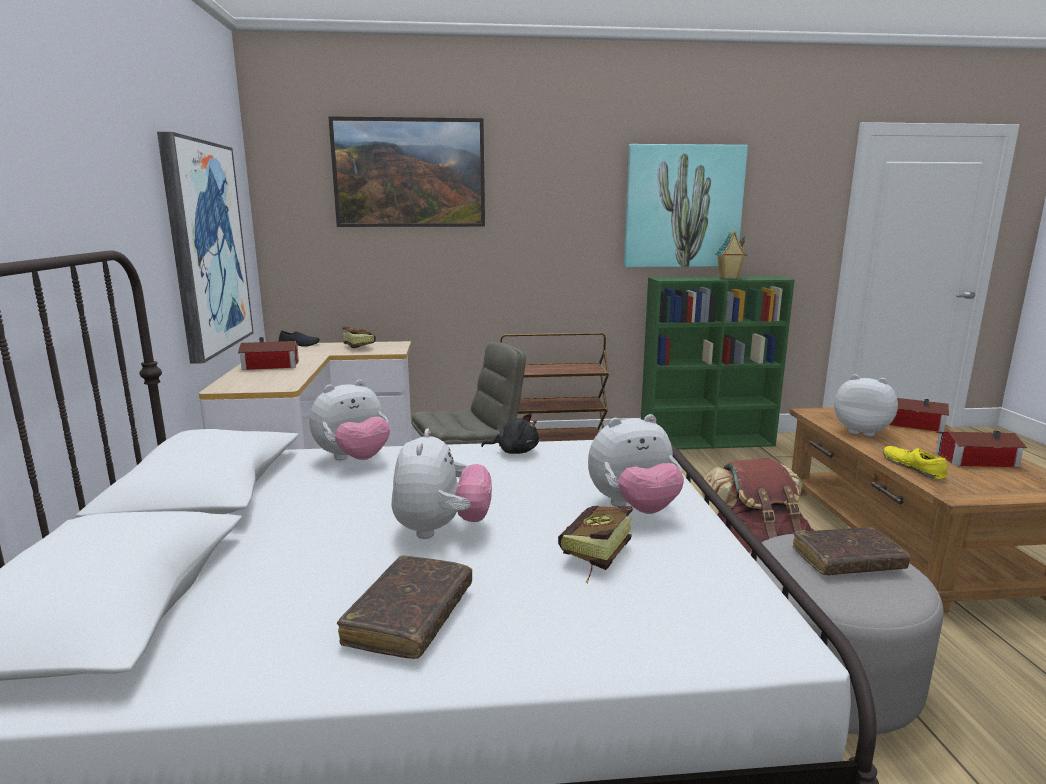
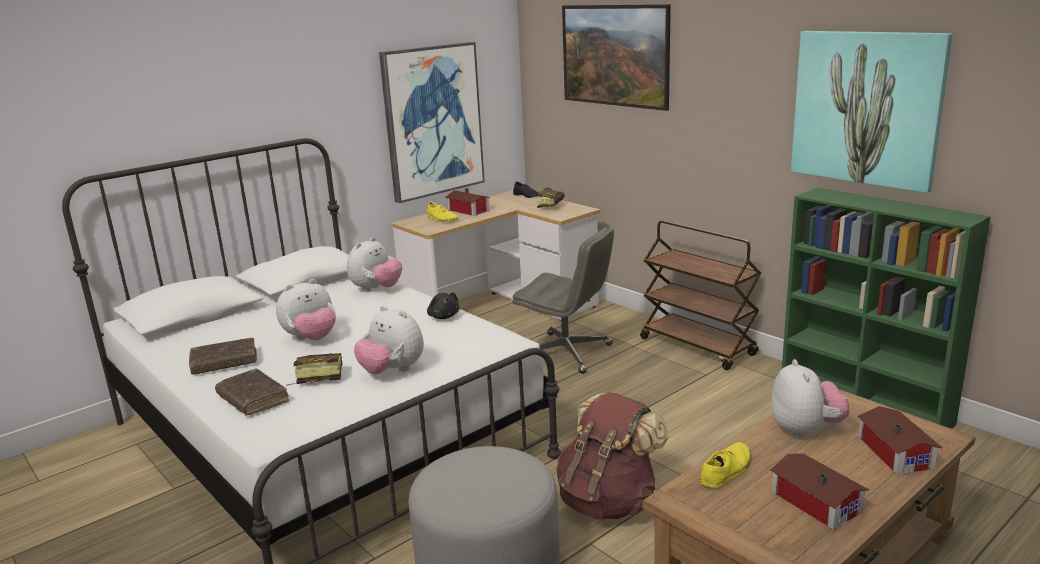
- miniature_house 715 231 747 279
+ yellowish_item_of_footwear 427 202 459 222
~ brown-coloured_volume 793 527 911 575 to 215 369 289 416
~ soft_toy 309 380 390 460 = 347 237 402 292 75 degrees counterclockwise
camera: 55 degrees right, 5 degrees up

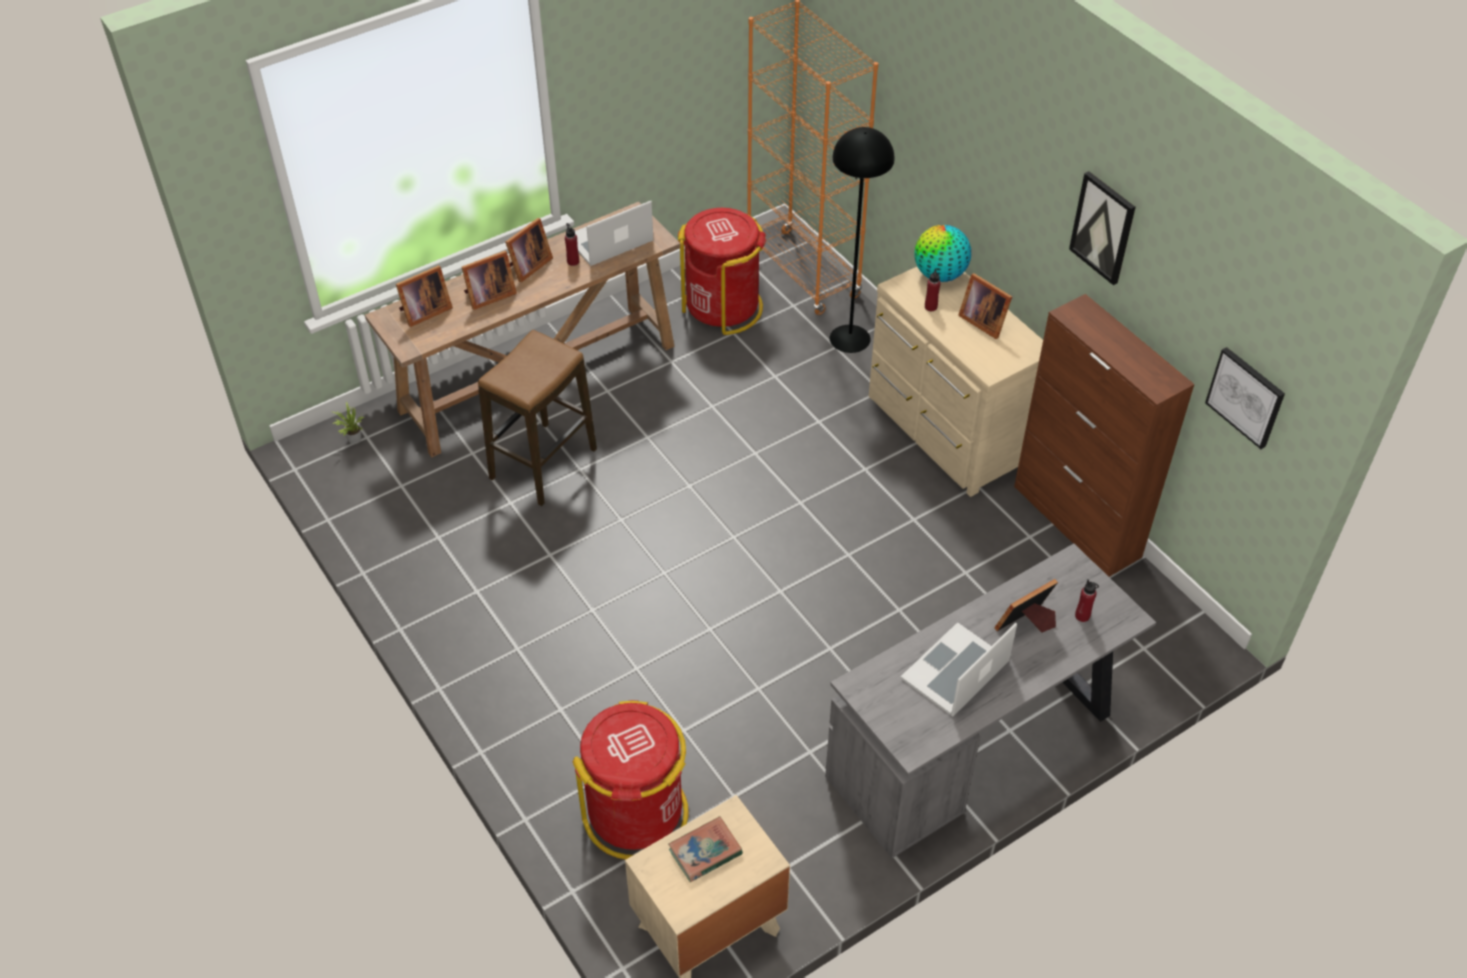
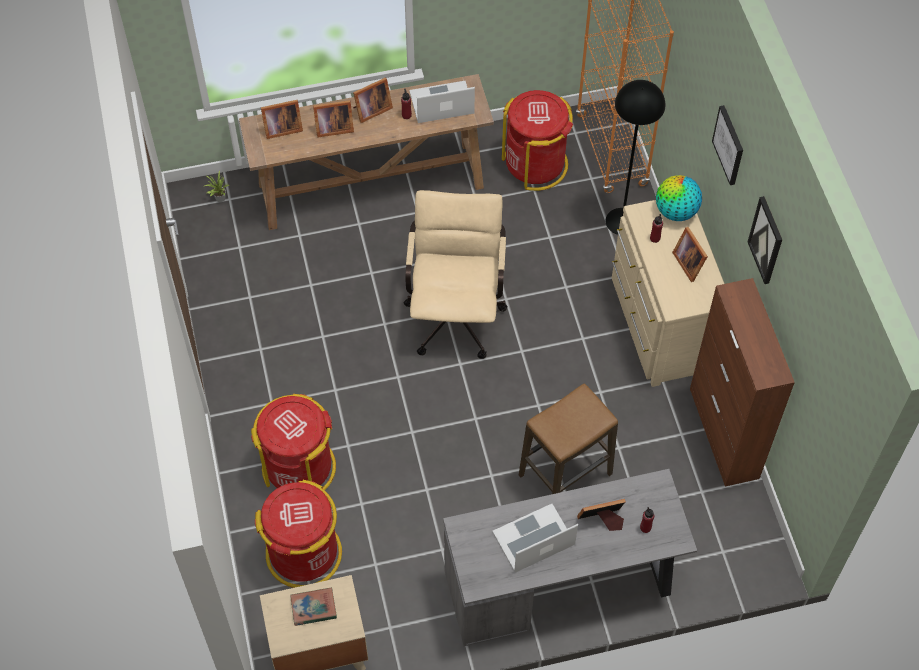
+ red-coloured_rubbish_bin 251 394 336 490
+ beige_desk_chair 403 190 508 359
~ sitting_stool 478 330 597 506 to 519 383 618 494
~ wall_picture 1205 347 1285 449 to 712 105 743 185
camera: 20 degrees right, 10 degrees up

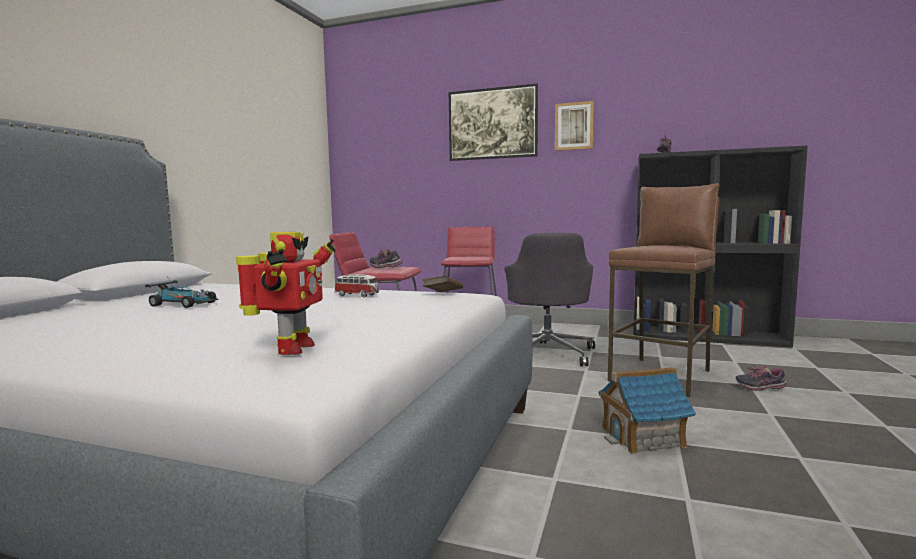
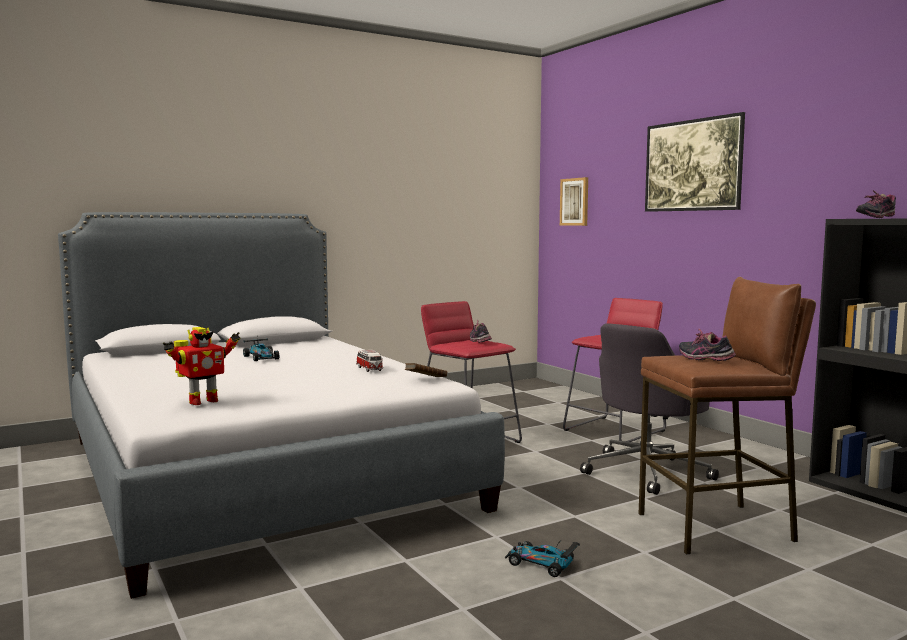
~ wall_picture 555 101 594 151 to 560 177 588 226
~ item_of_footwear 736 364 786 391 to 679 328 736 361
~ miniature_house 599 367 696 454 to model_car 505 541 580 577
camera: 40 degrees right, 0 degrees up

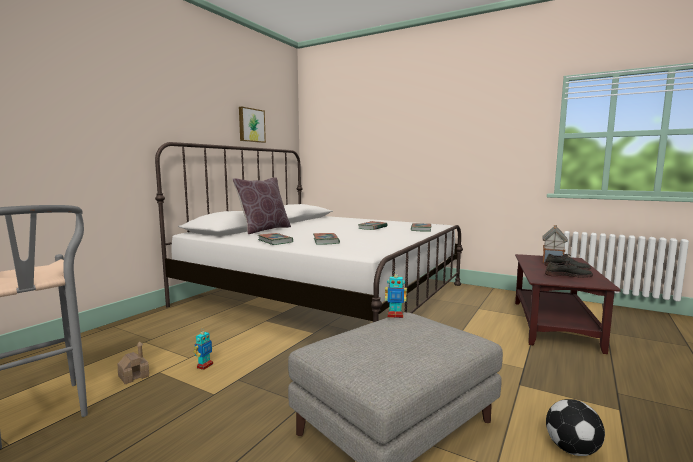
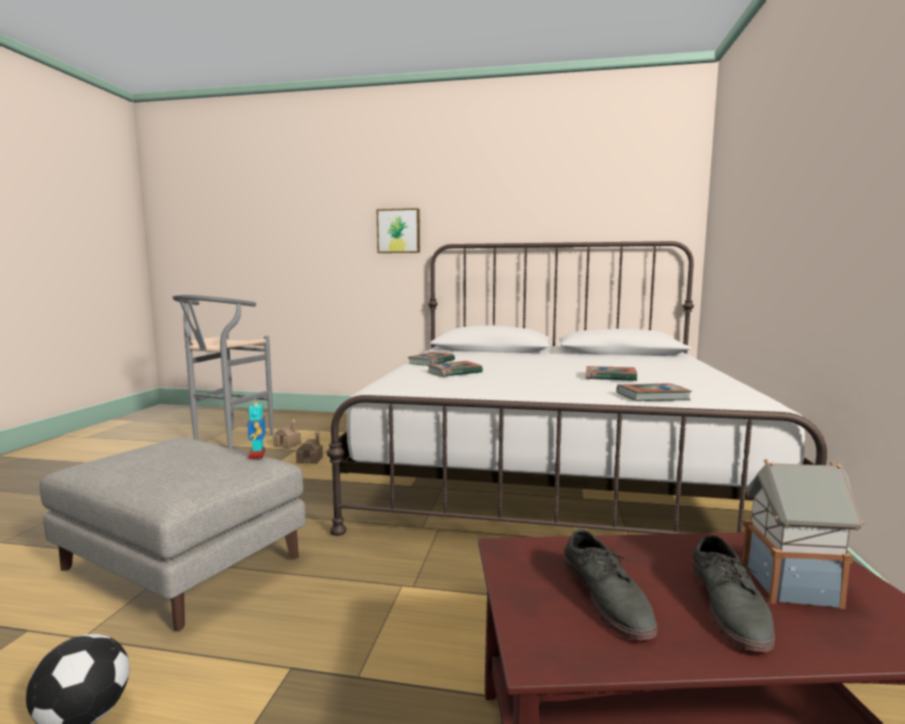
- brown-coloured_pillow 233 177 291 234
~ wall_picture 239 106 266 143 to 377 208 420 253
~ model_robot 193 331 213 370 to miniature_house 296 431 323 464
camera: 70 degrees right, 0 degrees up

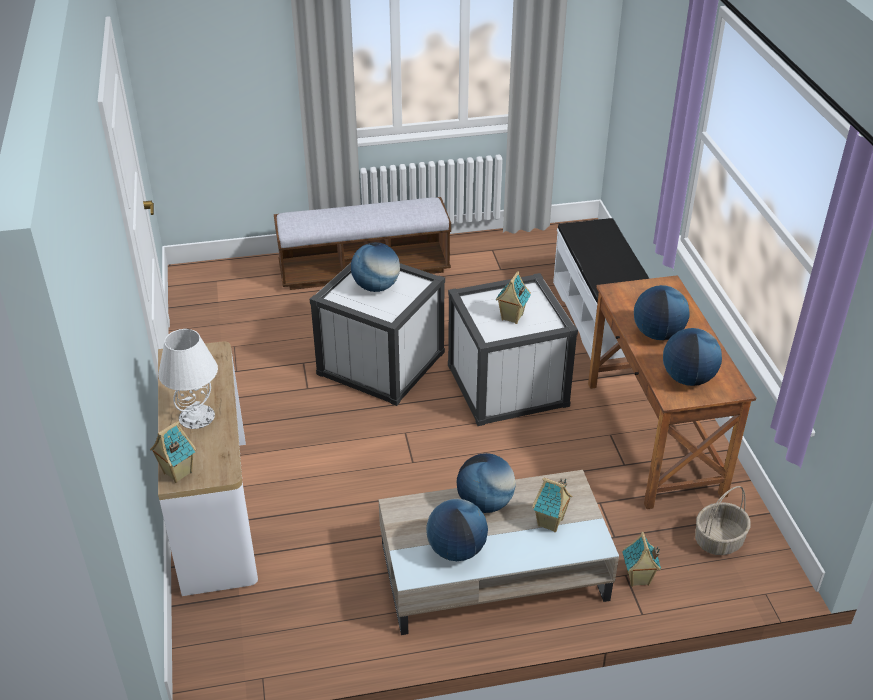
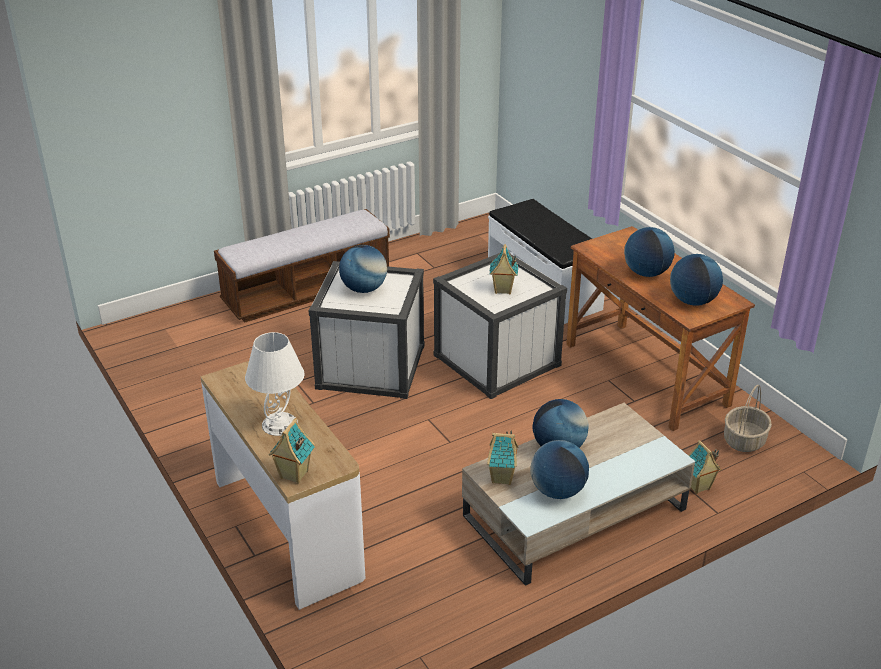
~ miniature_house 532 477 572 532 to 487 430 518 485
camera: 20 degrees left, 5 degrees down

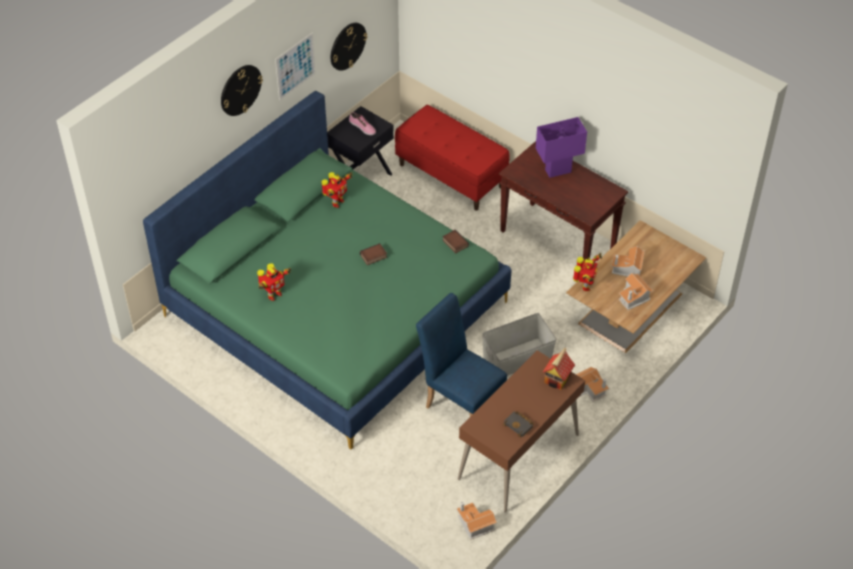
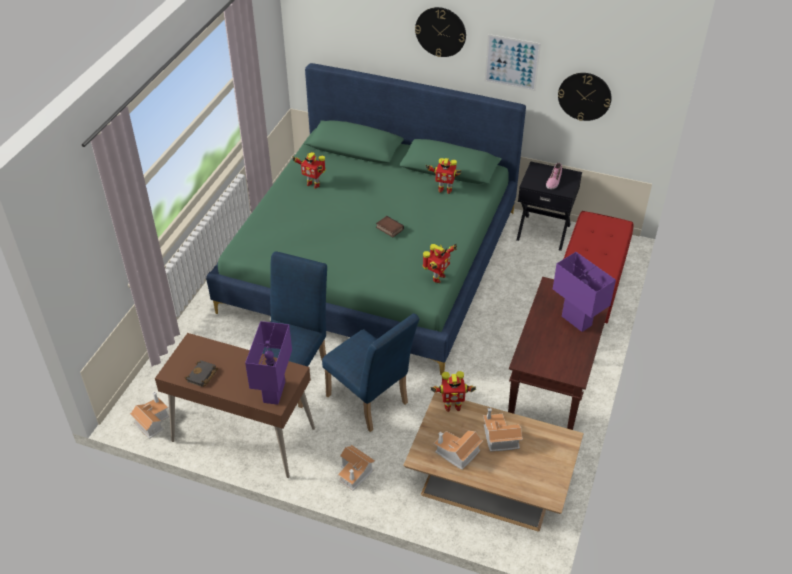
~ volume 443 230 469 253 to model_robot 423 244 457 283
~ greyish_storage_container 482 313 556 376 to blue-coloured_upright_chair 322 313 419 432
~ miniature_house 543 348 575 390 to purple_tabletop_lamp 245 321 292 405
camera: 70 degrees right, 5 degrees down

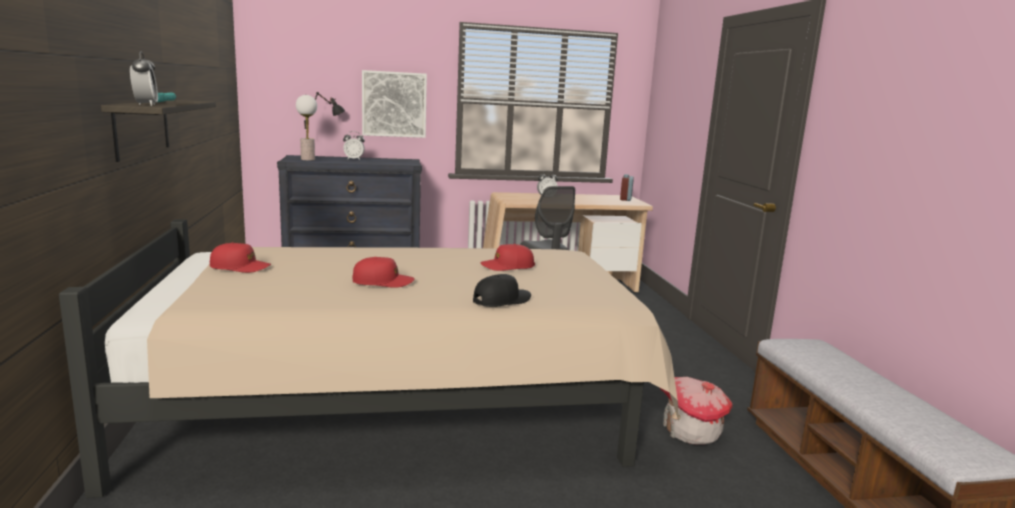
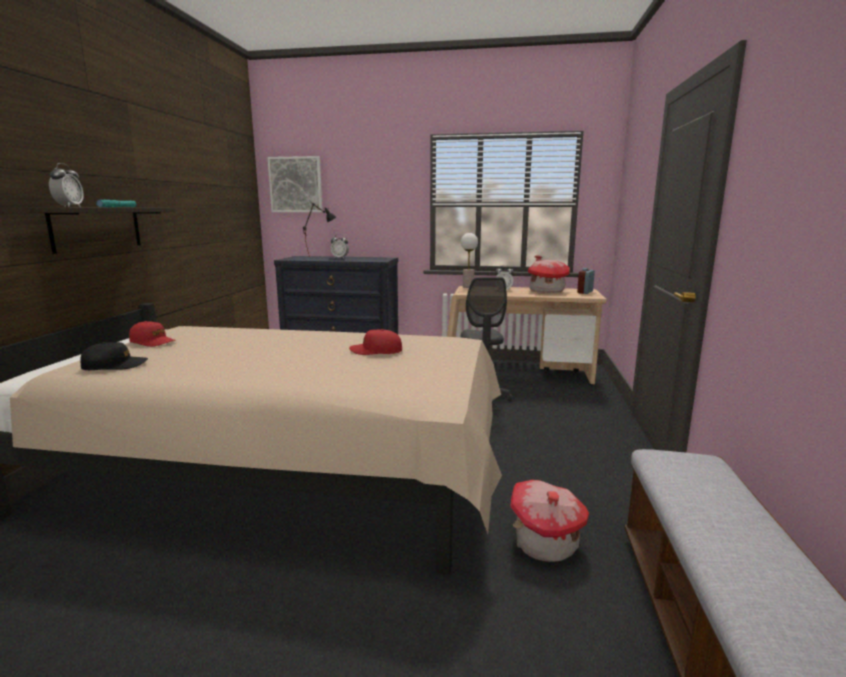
- red-coloured_baseball_cap 352 257 415 288
+ miniature_house 528 255 570 293
~ tabletop_lamp 296 95 317 161 to 461 233 478 288
~ wall_picture 362 70 427 138 to 267 156 322 212
~ black_baseball_cap 473 274 531 307 to 80 342 148 370
camera: 20 degrees right, 0 degrees up

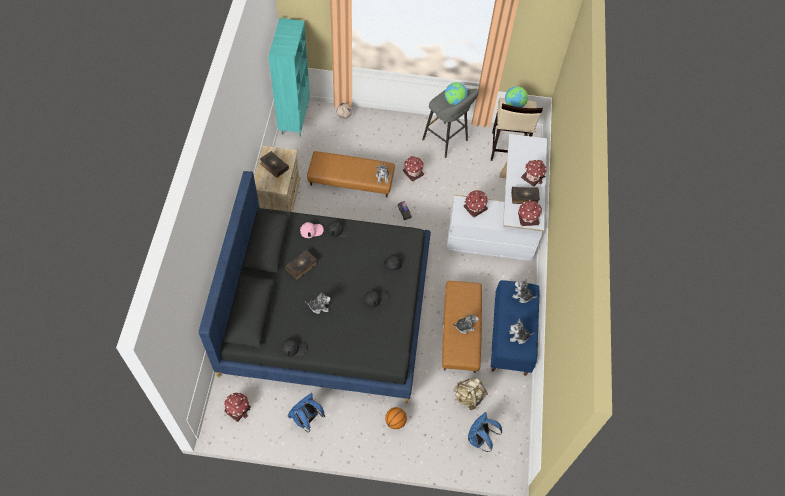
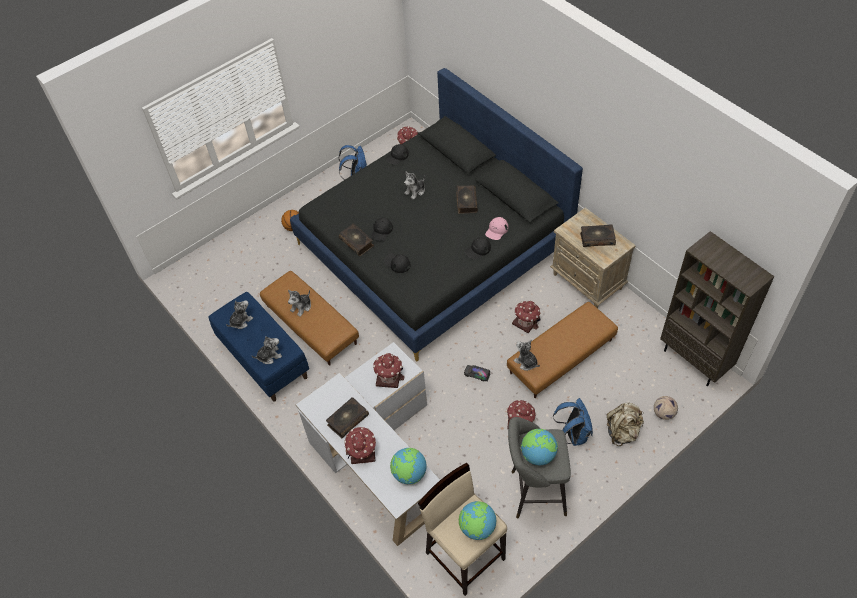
+ volume 339 224 374 256
+ desk_globe 390 448 427 484
~ beige_rucksack 453 378 488 410 to 607 402 644 446
~ blue-coloured_rucksack 468 412 502 452 to 553 398 593 446
~ miniature_house 518 200 542 226 to 512 301 541 333
~ turquoise_bookshelf 268 18 310 137 to brown-coloured_bookshelf 660 231 774 386
camera: 140 degrees right, 5 degrees down

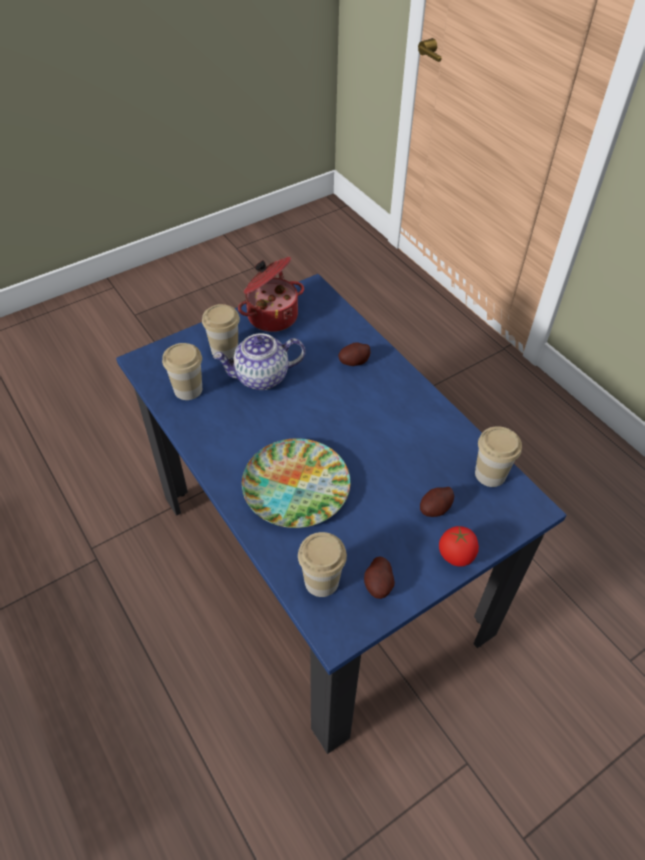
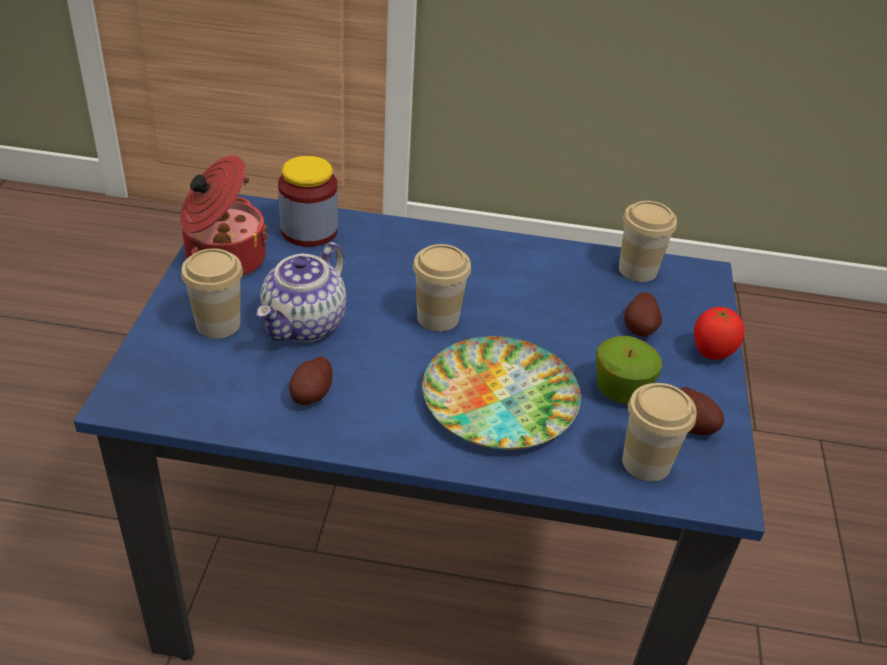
+ jar 278 156 338 247
+ apple 596 335 662 404
~ drinking_cup 162 343 202 400 to 413 244 471 332
~ potato 338 342 370 366 to 289 356 332 405
camera: 50 degrees left, 10 degrees down

